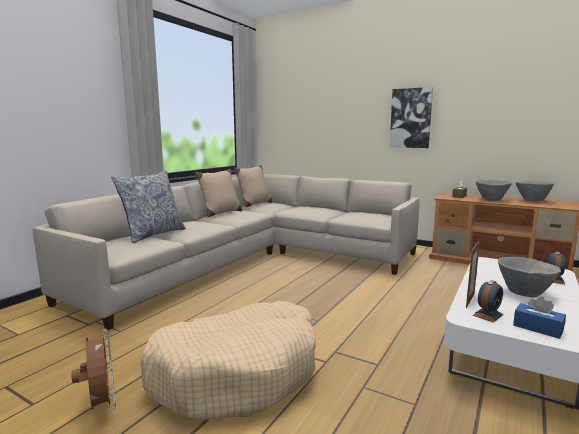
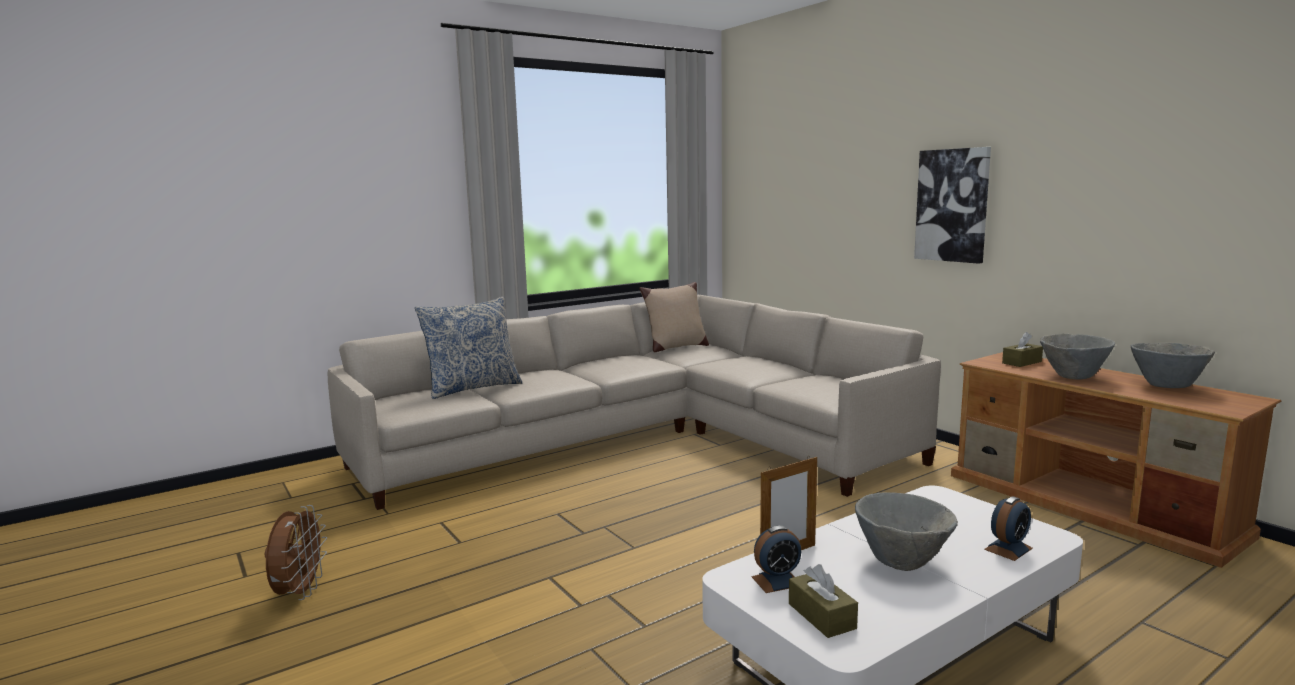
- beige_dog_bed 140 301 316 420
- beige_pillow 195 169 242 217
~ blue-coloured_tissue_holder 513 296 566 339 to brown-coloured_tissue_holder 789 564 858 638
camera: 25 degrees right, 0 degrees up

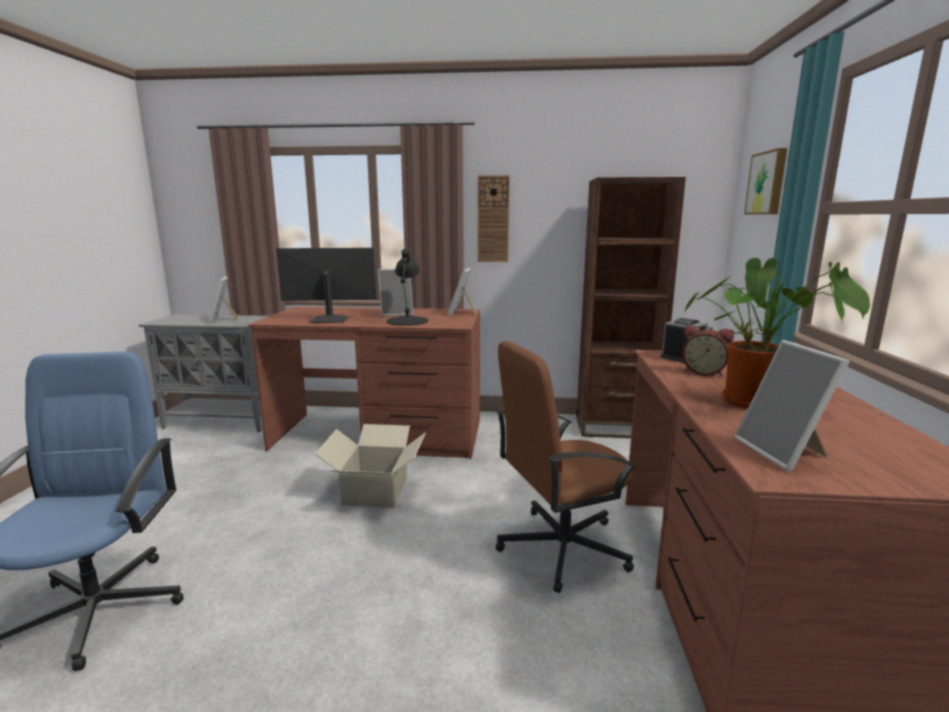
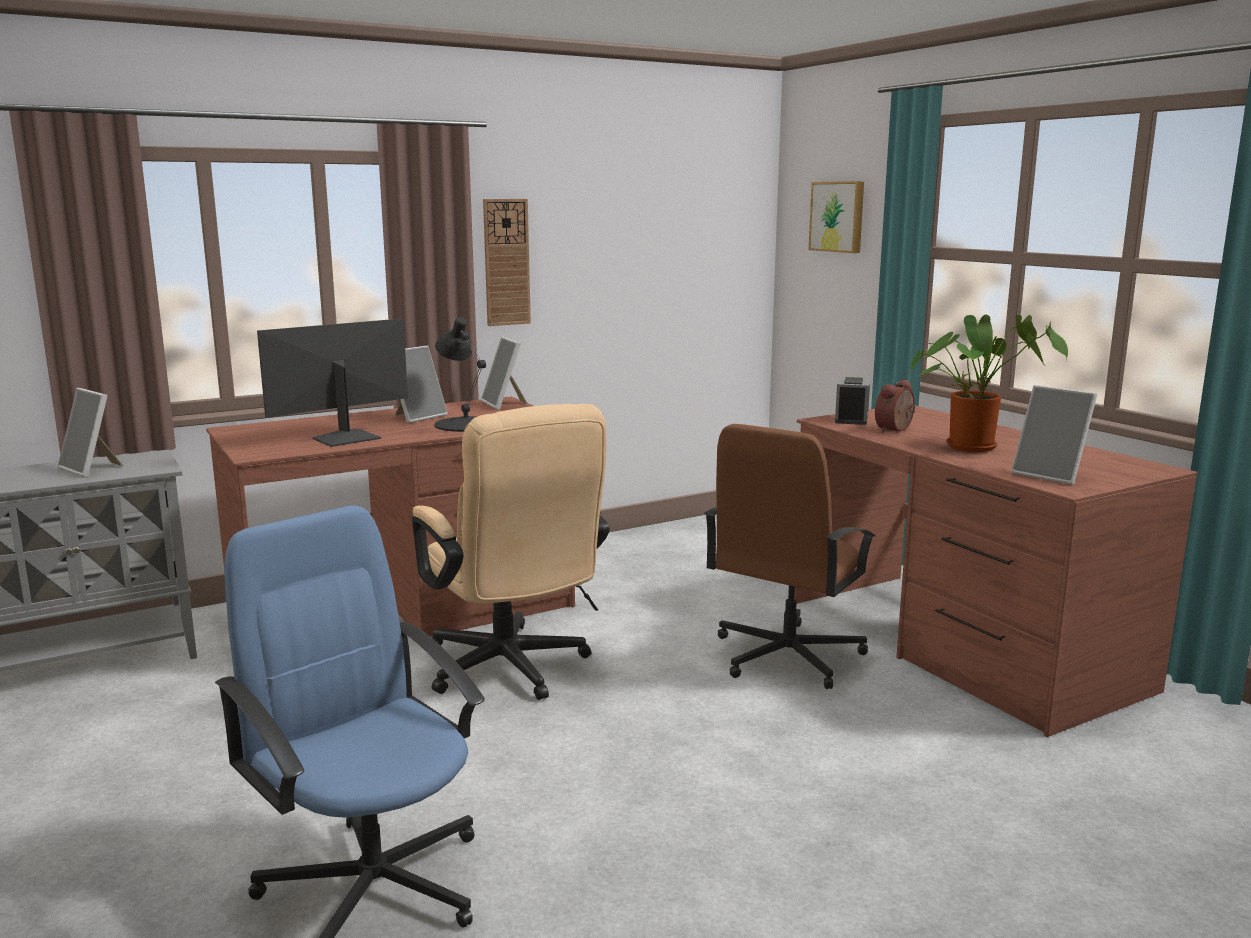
- brown-coloured_bookshelf 576 177 686 438
~ packing_box 315 424 426 508 to beige_desk_chair 412 404 610 700
~ table_clock 682 325 734 377 = 875 380 915 432 135 degrees clockwise
camera: 35 degrees left, 0 degrees up

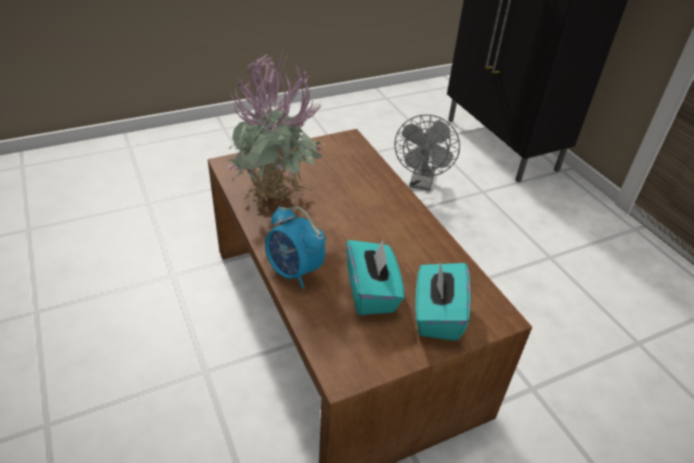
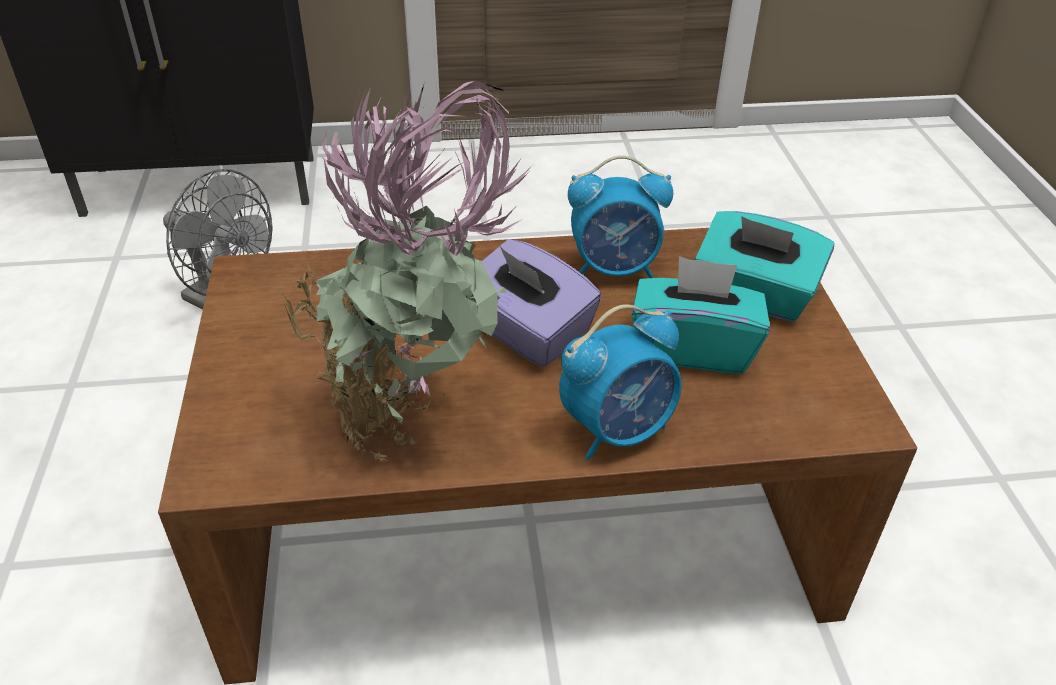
+ purple_tissue_holder 467 239 602 367
+ table_clock 568 155 673 278
camera: 70 degrees left, 0 degrees up

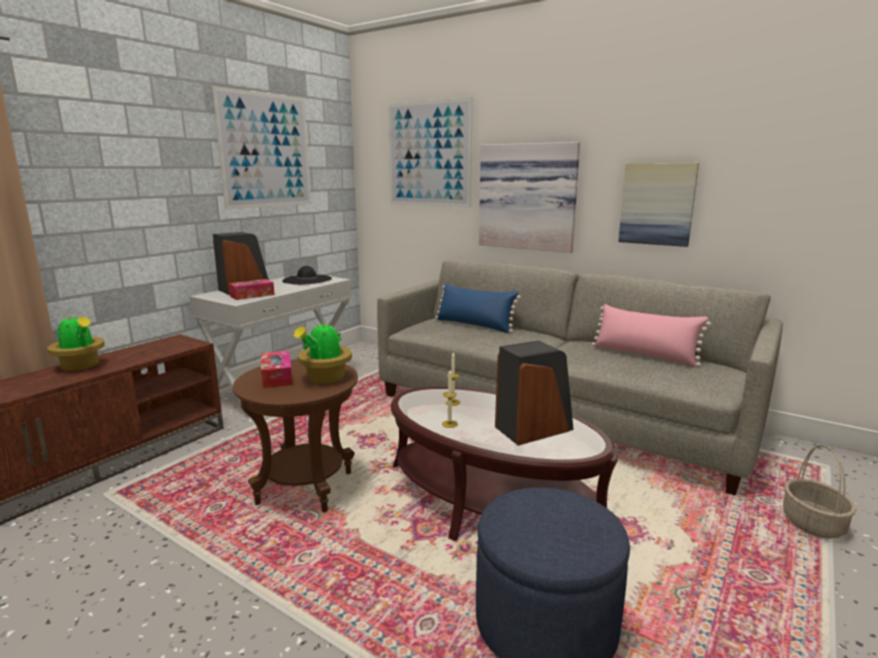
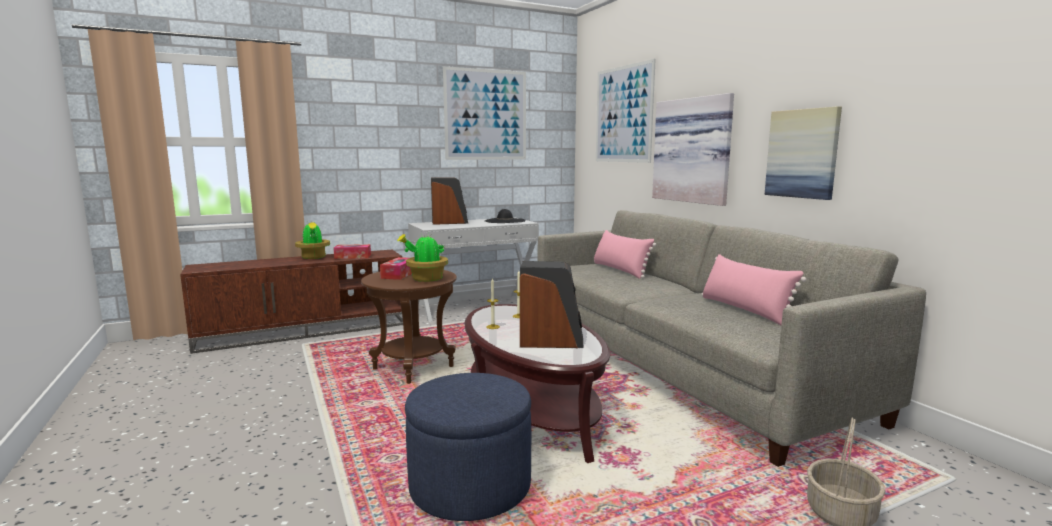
~ tissue_holder 229 279 275 300 to 334 244 371 259
~ blue-coloured_pillow 435 283 521 333 to pink-coloured_pillow 594 230 656 279
camera: 30 degrees right, 5 degrees down

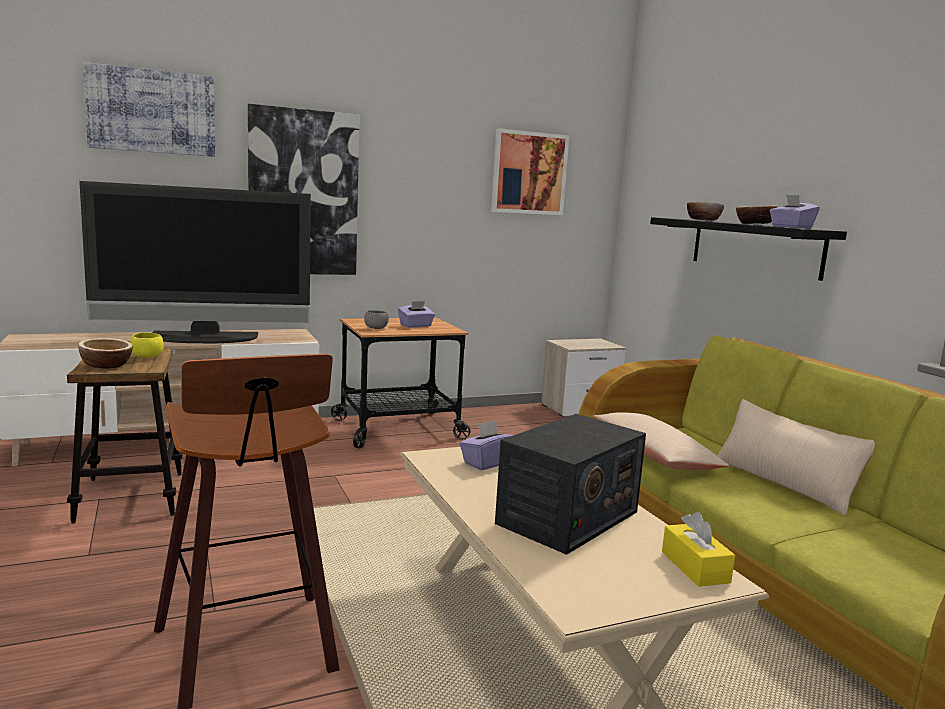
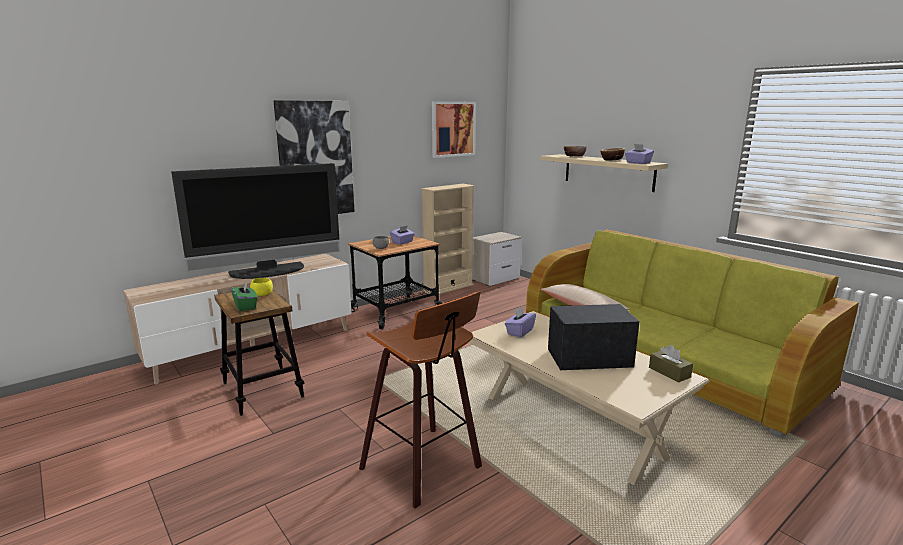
- wall_picture 83 62 215 157
- beige_pillow 717 399 875 515
+ beige_bookshelf 421 184 475 296
~ bowl 78 338 133 369 to greenish_tissue_holder 231 282 257 311
~ black_shelf 650 217 847 281 to beige_shelf 540 154 668 192
~ yellowish_tissue_holder 662 512 735 587 to brown-coloured_tissue_holder 649 345 693 382
~ radio 495 414 646 555 = 548 304 639 370 120 degrees counterclockwise
camera: 15 degrees left, 5 degrees up

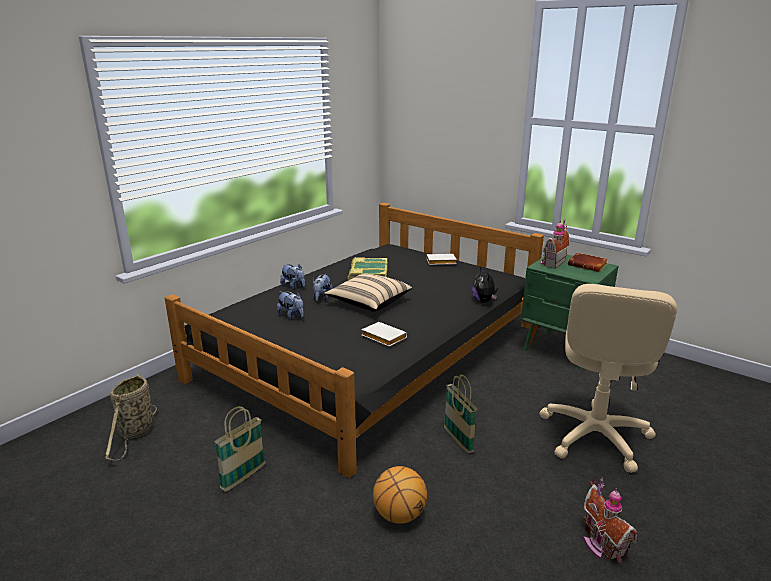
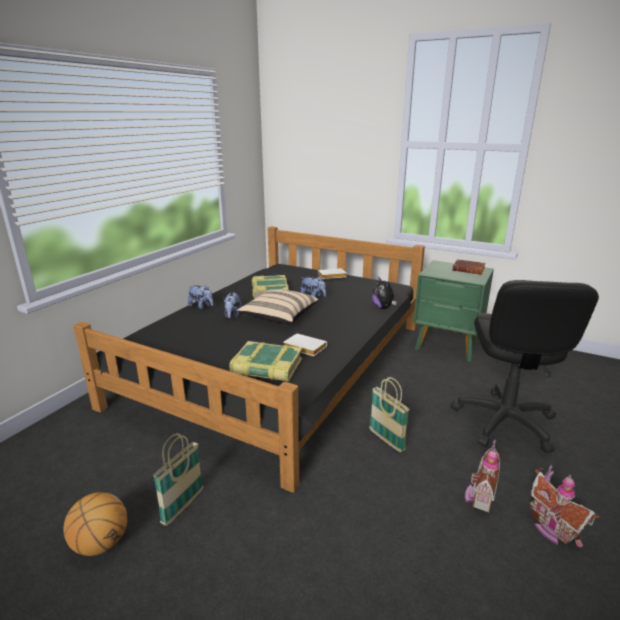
- household_basket 105 373 157 460
+ volume 229 341 302 382
~ soft_toy 277 291 304 320 to 301 276 326 298
~ basketball 373 466 427 524 to 63 492 127 556
~ miniature_house 541 219 570 268 to 465 440 500 513
~ beige_desk_chair 540 284 677 473 to black_desk_chair 451 280 599 453
camera: 10 degrees left, 0 degrees up

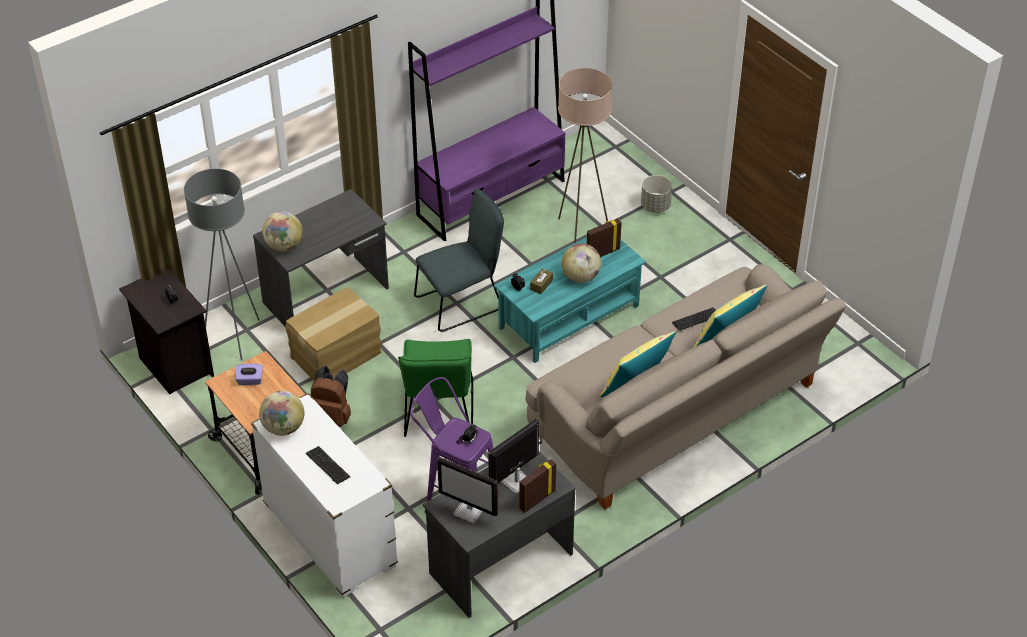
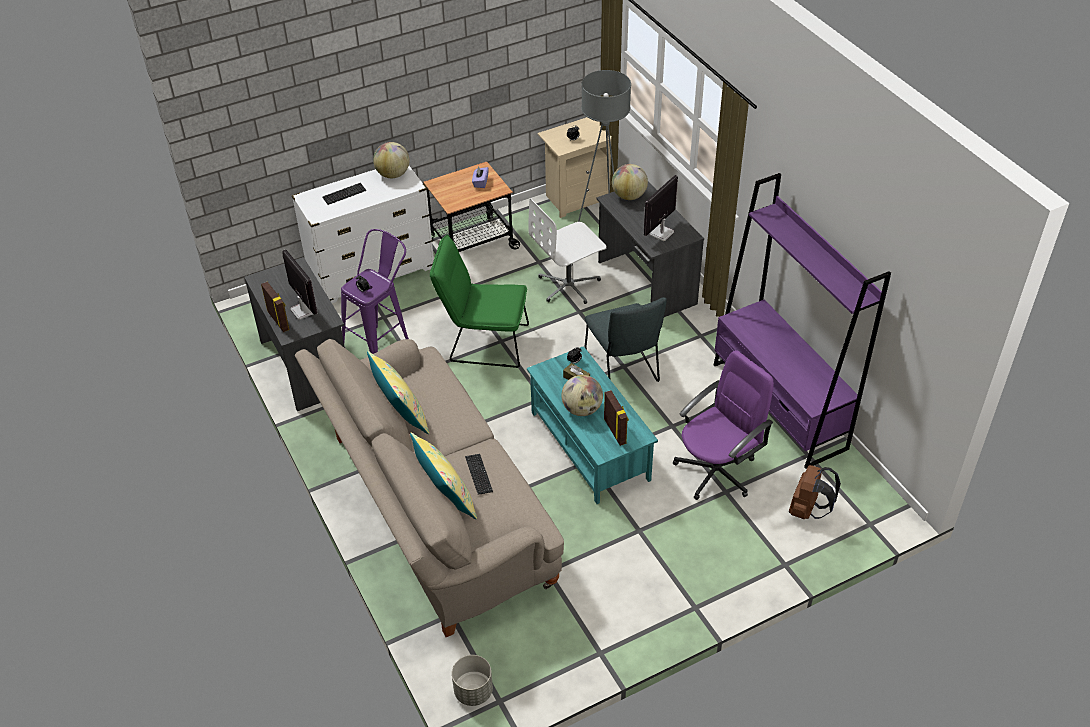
~ brown-coloured_rucksack 311 366 351 427 to 789 465 841 519
~ computer_display 437 457 498 523 to 644 175 678 241
~ greyish_plant_pot 641 175 672 213 to 452 655 493 706
~ packing_box 285 287 382 381 to whitish_desk_chair 528 198 607 304
~ beige_standard_lamp 558 68 612 243 to purple_desk_chair 673 350 774 500
~ black_nightstand 119 269 214 394 to beige_nightstand 538 117 611 218
camera: 100 degrees right, 0 degrees up

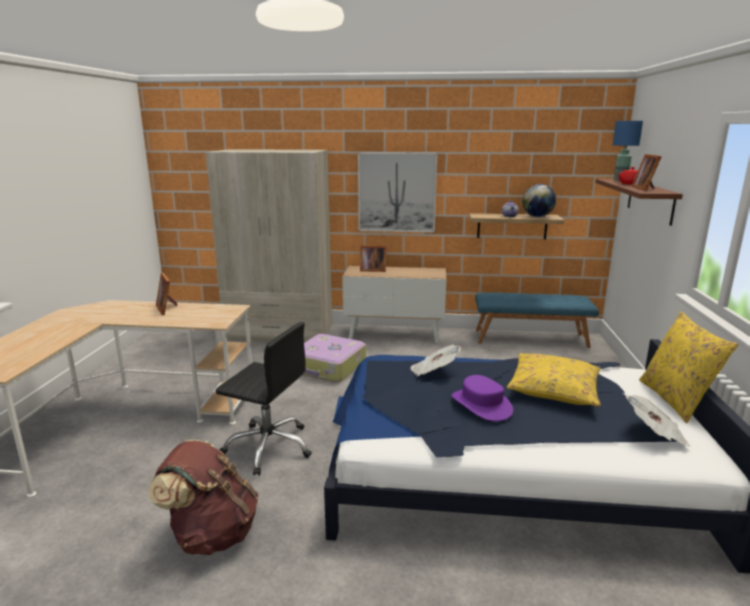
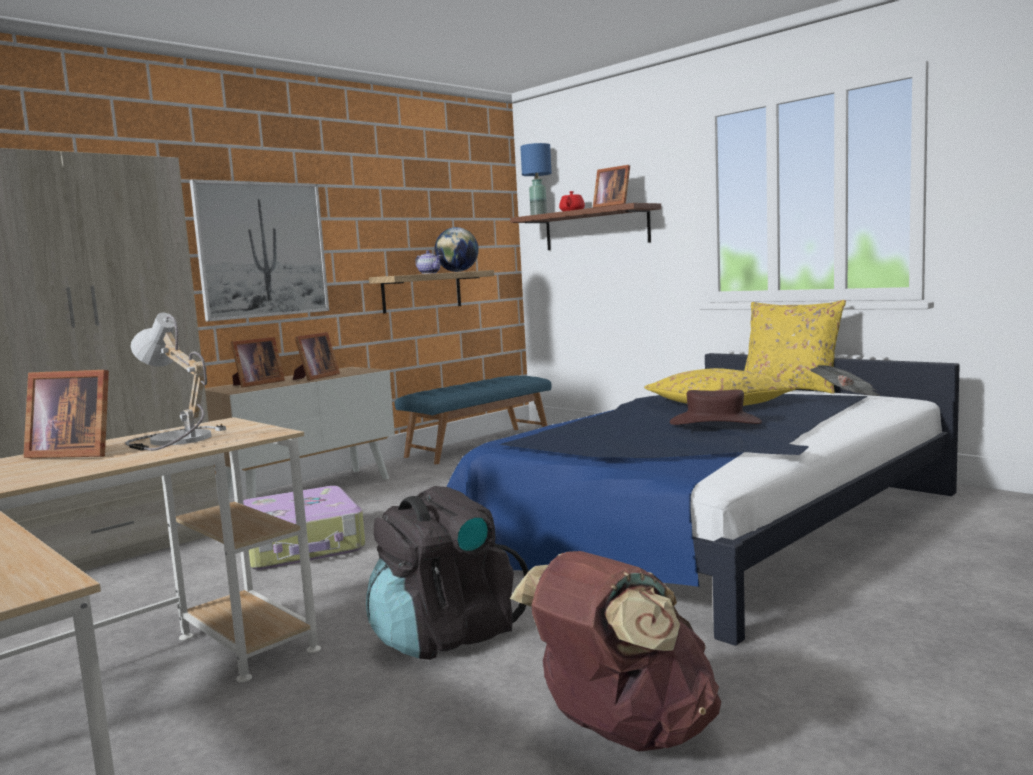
- printed_paper 410 345 461 376
+ tabletop_lamp 125 313 226 451
+ photo_frame 293 332 340 381
~ black_desk_chair 216 322 312 475 to black_rucksack 366 486 529 660
~ purple_wearable_hat 452 375 513 421 to brown-coloured_wearable_hat 670 389 762 425
camera: 50 degrees left, 10 degrees down

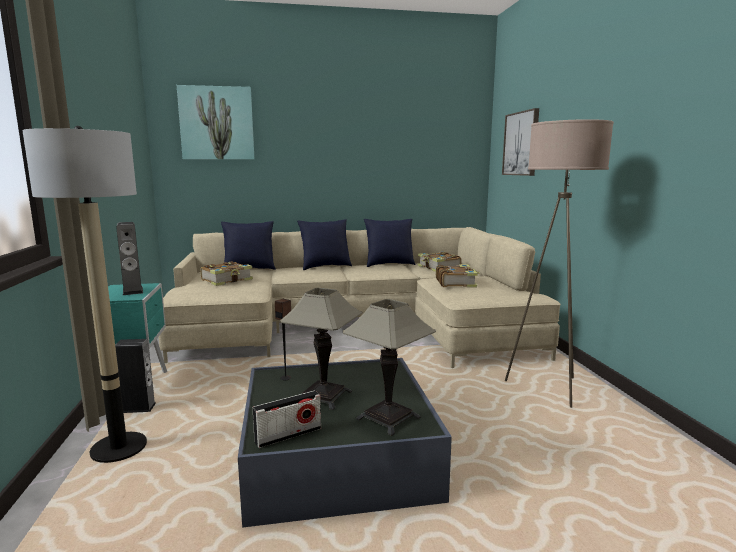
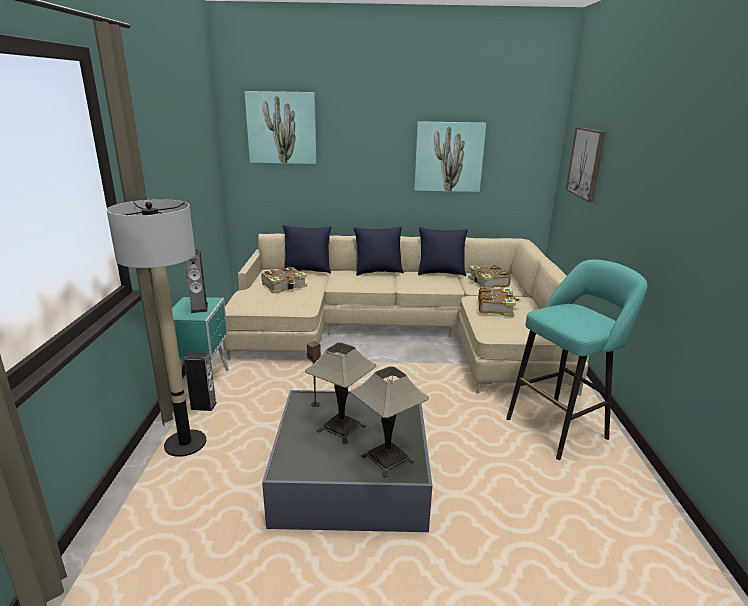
- radio 252 390 321 448
+ wall_picture 414 121 486 192
~ beige_standard_lamp 505 119 614 408 to turquoise_sitting_stool 506 260 648 460
camera: 10 degrees right, 10 degrees up

